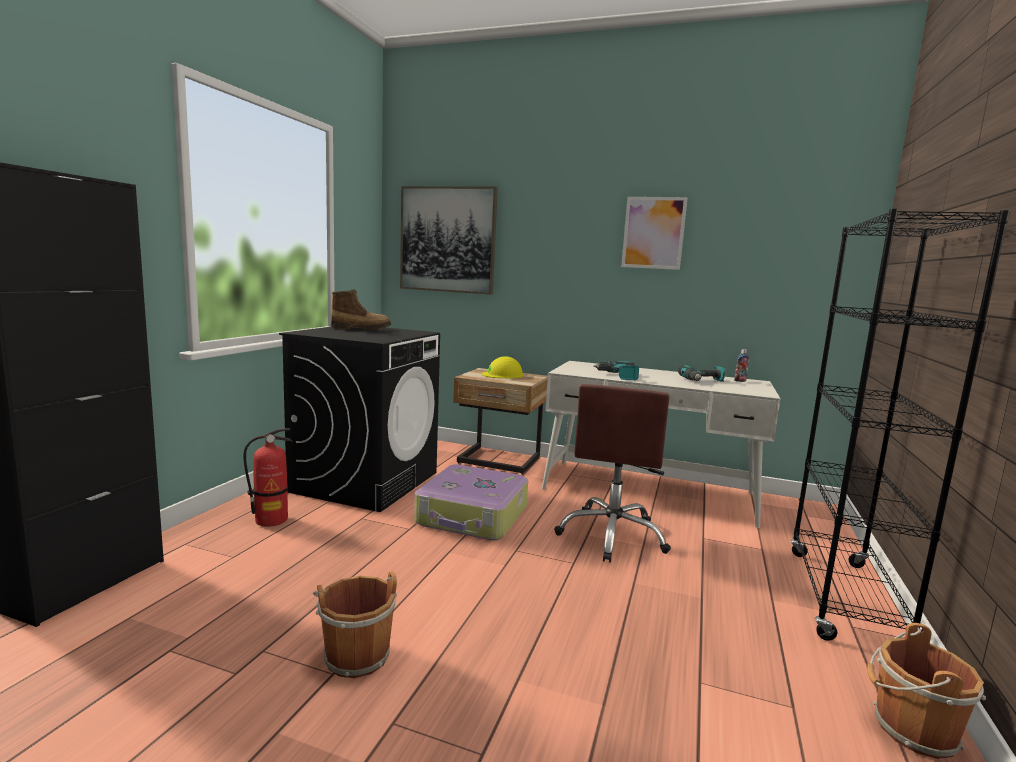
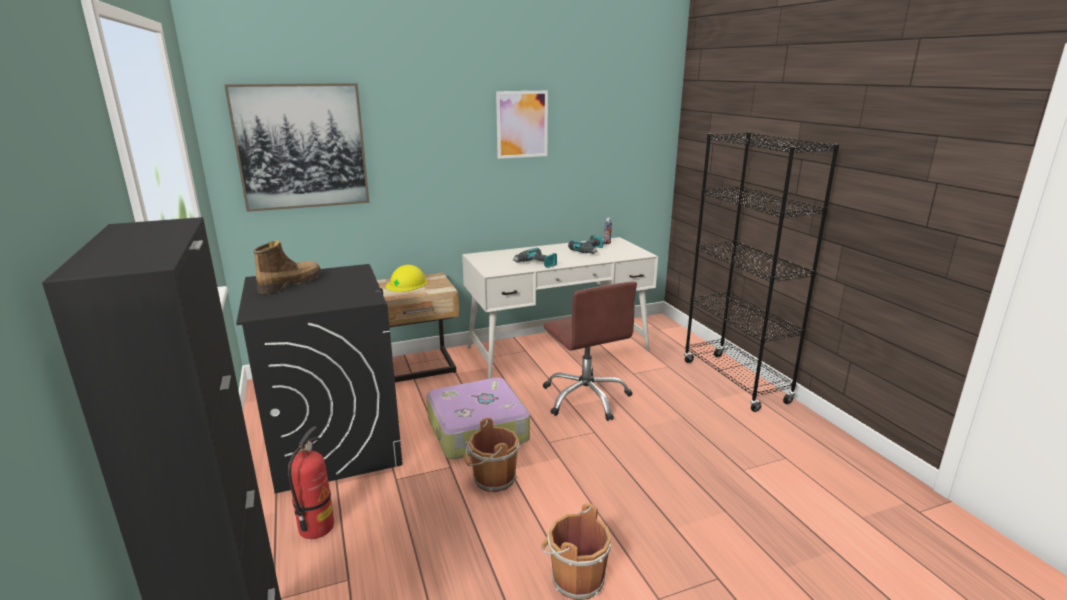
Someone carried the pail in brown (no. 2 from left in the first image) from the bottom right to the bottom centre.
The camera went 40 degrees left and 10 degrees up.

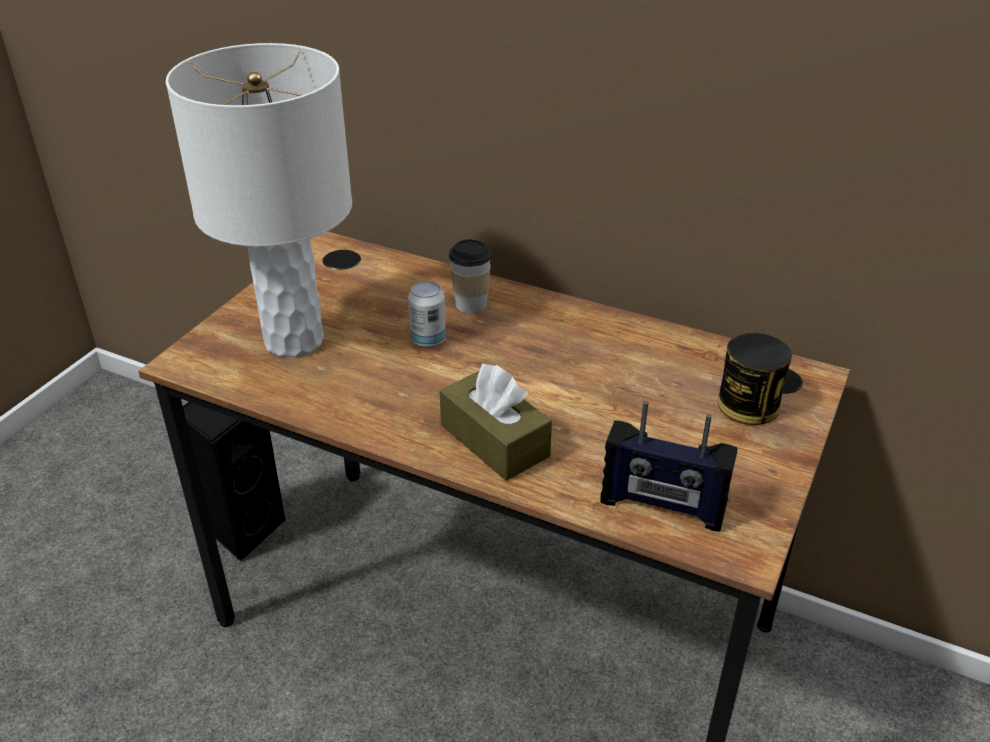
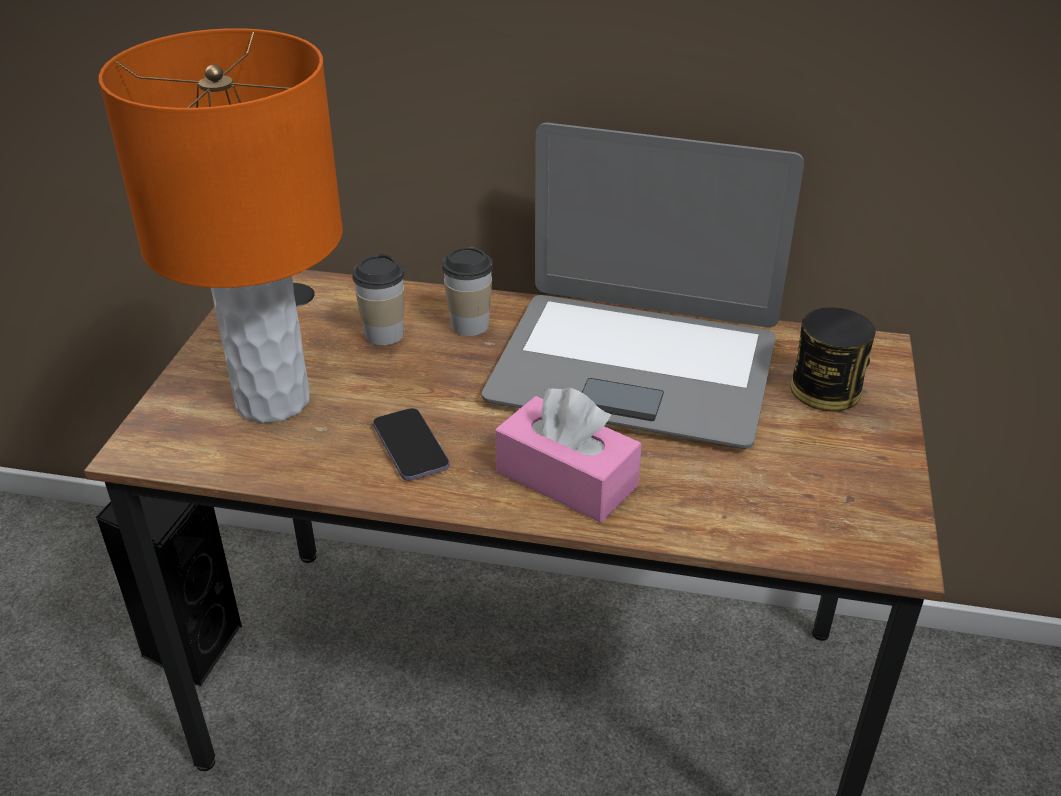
Someone took away the metal can (no. 1 from left) at the centre.
Someone took away the radio receiver at the middle right.
Someone put down the cup (no. 1 from left) at the centre.
Someone put down the phone at the centre.
Someone put down the notebook computer at the centre.
Someone repainted the table lamp in white at the top left, which became the table lamp in orangey at the top left.
Someone repainted the box of tissues in brown at the centre, which became the box of tissues in pinkish at the centre.
The camera went 15 degrees left and 0 degrees up.

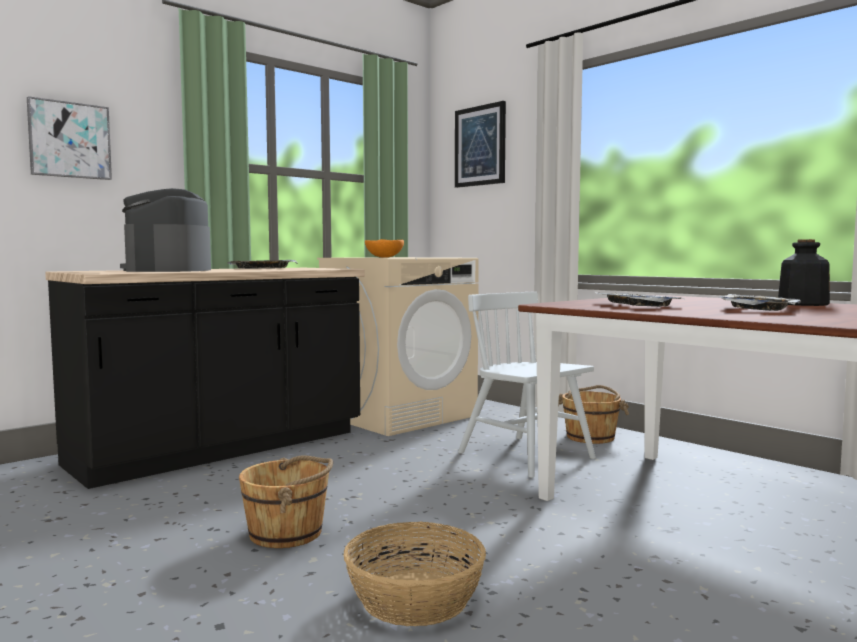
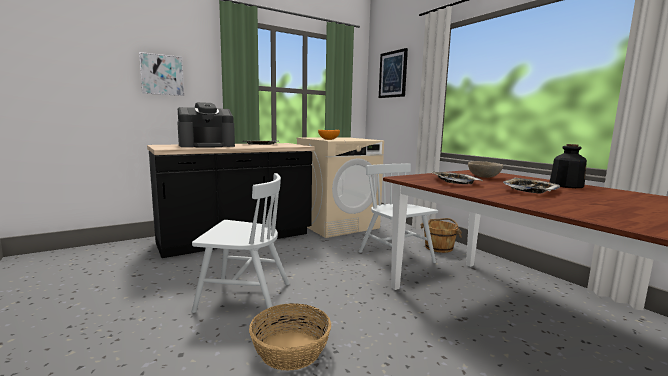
Someone put down the deep dish in sand-coloured at the middle right.
Someone swapped the pail in brown (no. 1 from left) at the bottom centre for the upright chair in white (no. 1 from left) at the centre.
Someone rotated the coffee machine at the middle left by 120 degrees counterclockwise.
The camera went 10 degrees right and 5 degrees up.

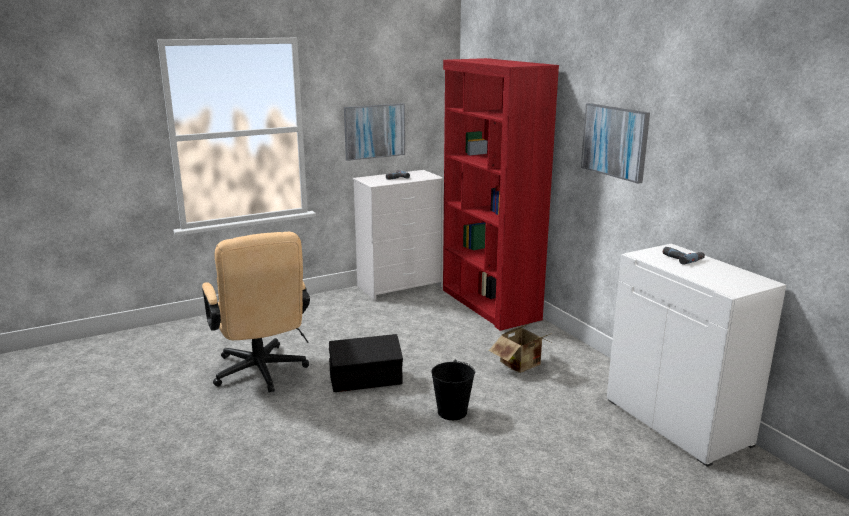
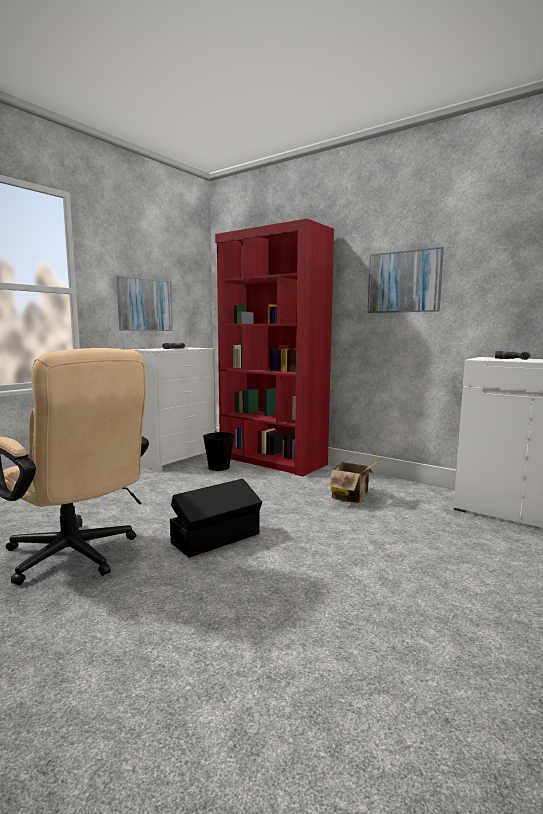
Someone carried the pail in black-coloured from the bottom centre to the centre.
The camera went 25 degrees left and 10 degrees down.

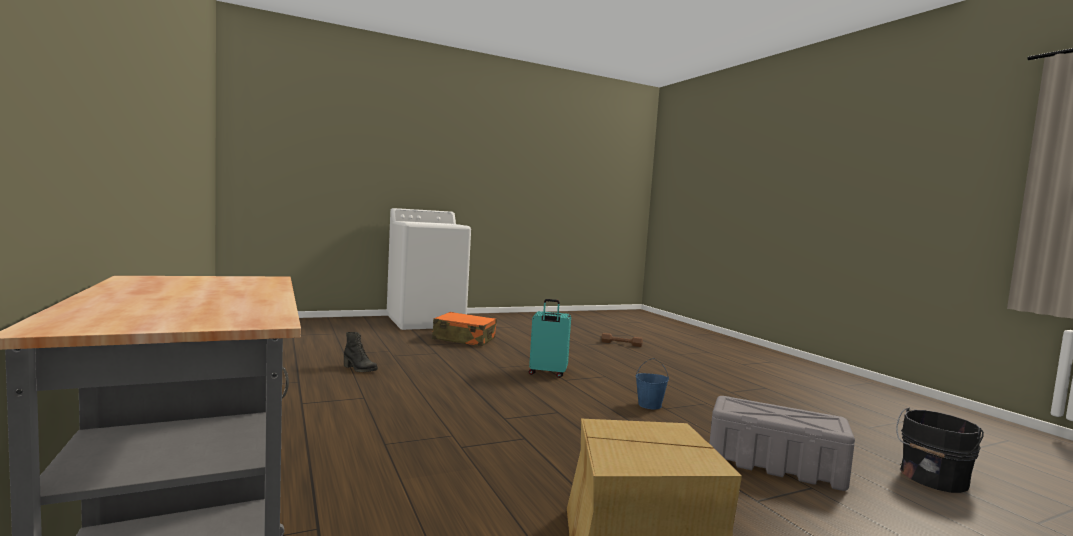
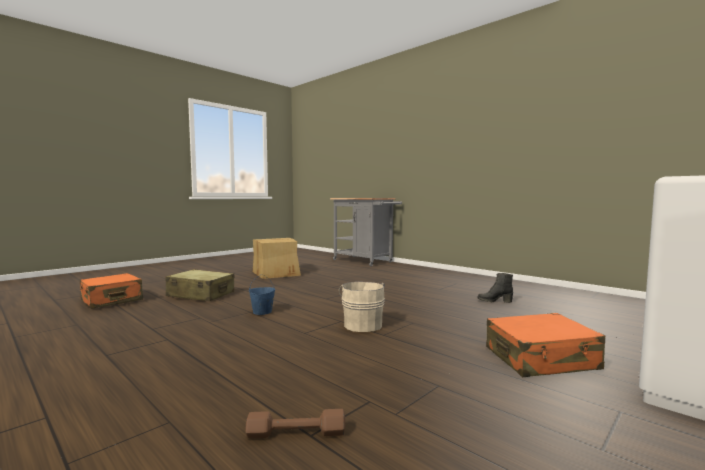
Someone swapped the piece of luggage in turquoise at the centre for the pail in sand-coloured at the centre.
Someone swapped the storage bin in gray at the bottom right for the piece of luggage in sand-coloured at the middle left.
Someone swapped the pail in black-coloured at the bottom right for the piece of luggage in orangey (no. 1 from left) at the middle left.
The camera went 160 degrees right and 0 degrees up.

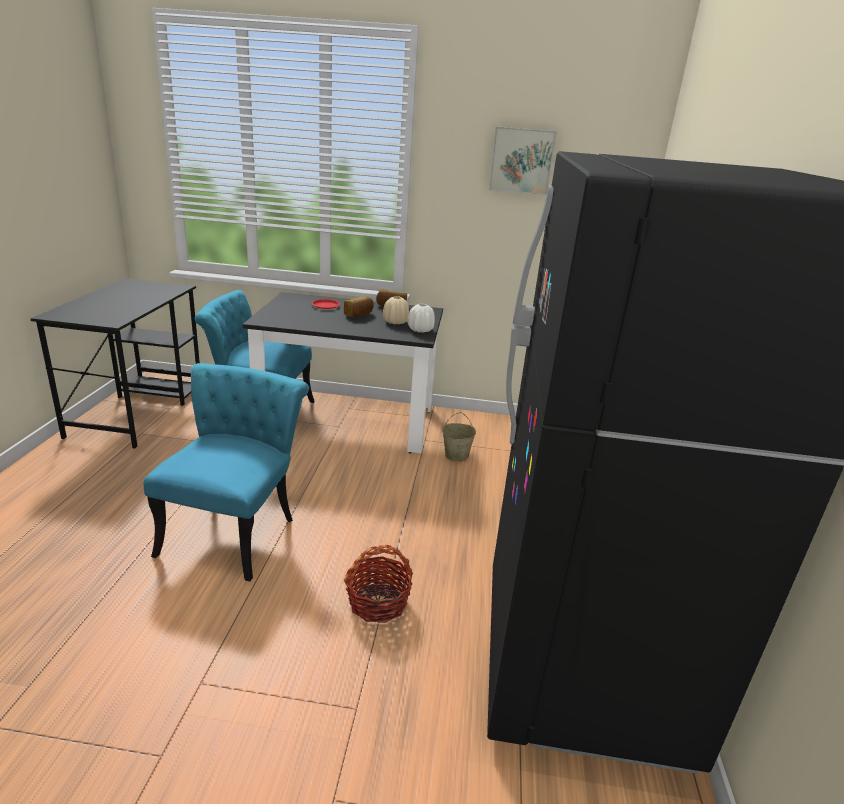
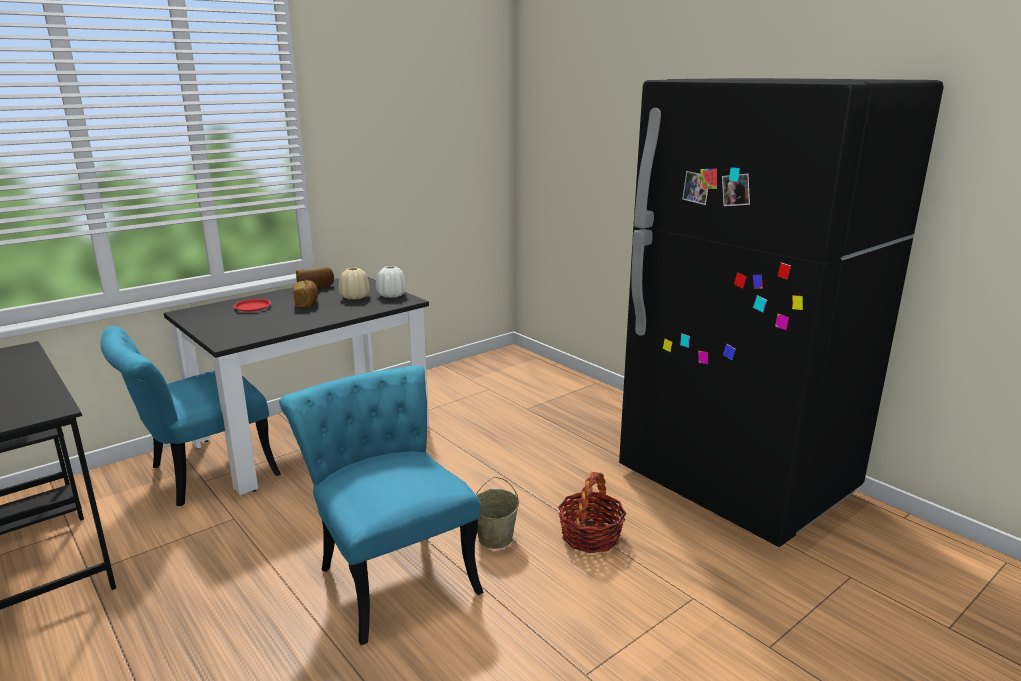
Someone took away the wall picture at the top centre.
Someone carried the pail in sand-coloured from the centre to the bottom centre.
The camera went 45 degrees left and 5 degrees down.

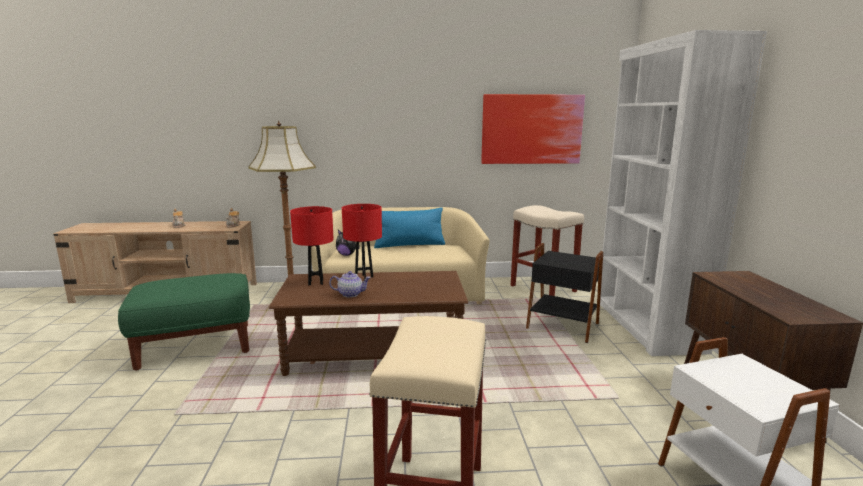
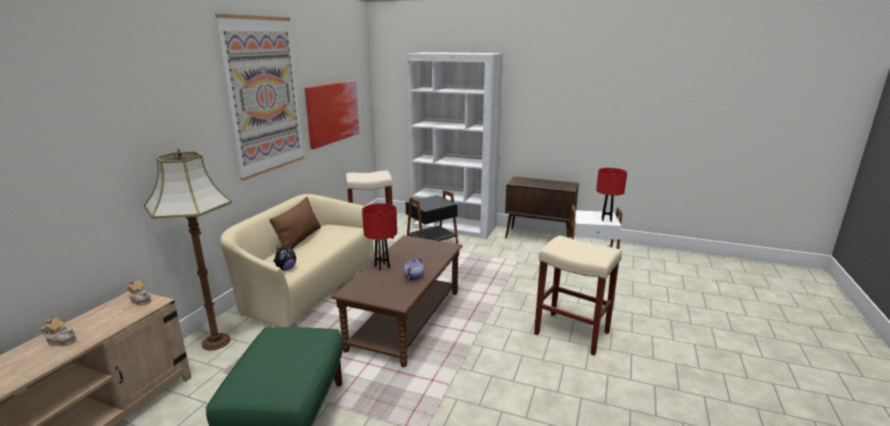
Someone put up the wall picture (no. 1 from left) at the top left.
Someone carried the table lamp in red-coloured (no. 1 from left in the first image) from the centre to the middle right.
Someone repainted the cushion in blue at the centre, which became the cushion in brown at the middle left.
The camera went 65 degrees left and 5 degrees up.

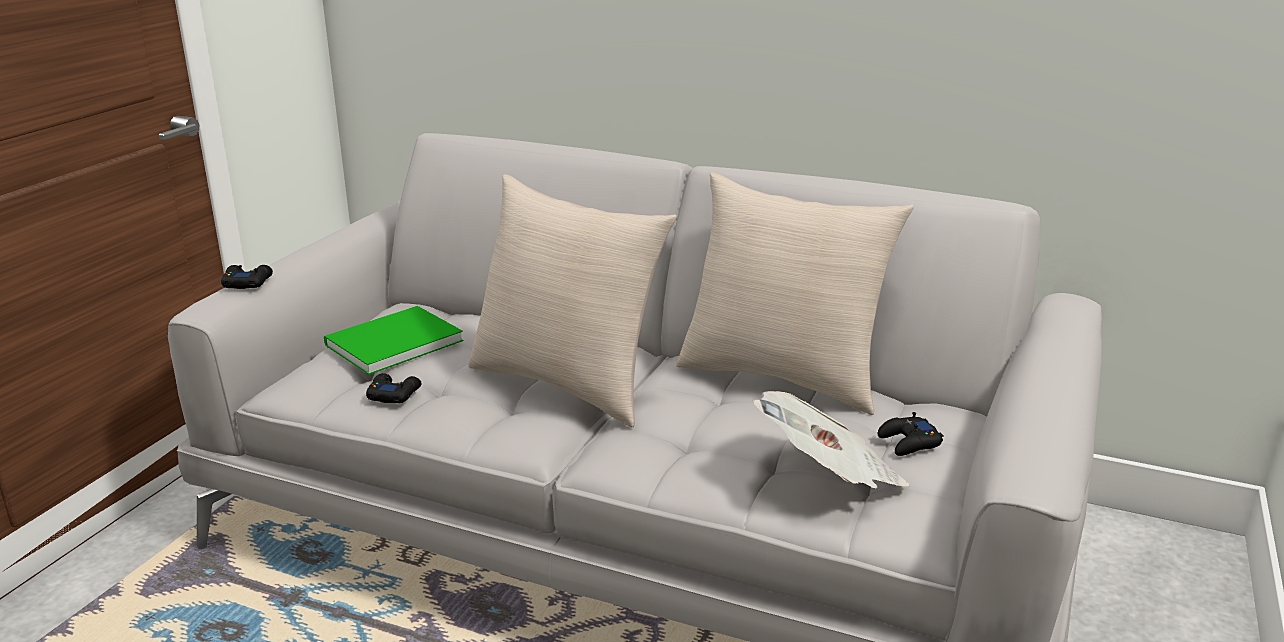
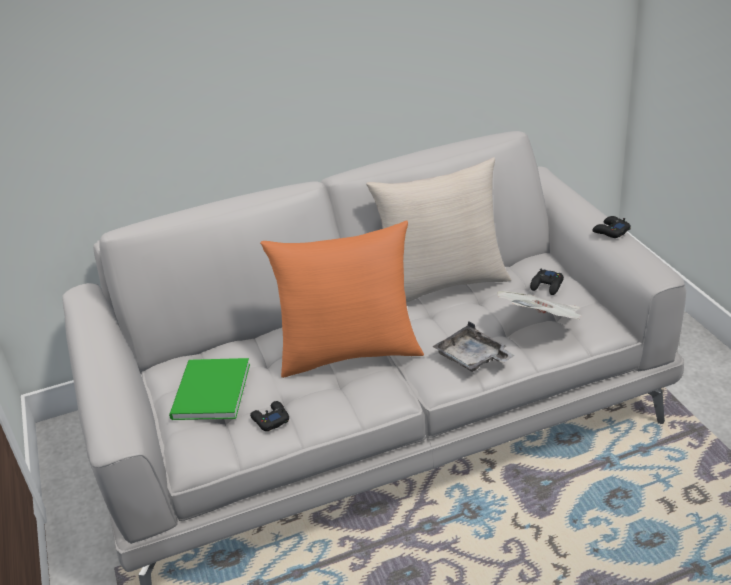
Someone put down the carrying tray in gray at the centre.
Someone carried the gamepad in black-coloured (no. 1 from left in the first image) from the middle left to the middle right.
Someone repainted the cushion in sand-coloured (no. 1 from left) at the centre, which became the cushion in orangey at the centre.
The camera went 40 degrees left and 10 degrees up.

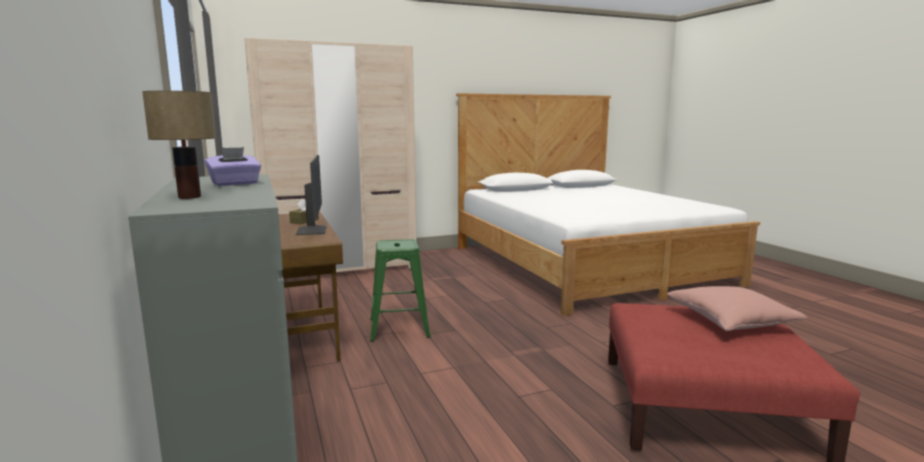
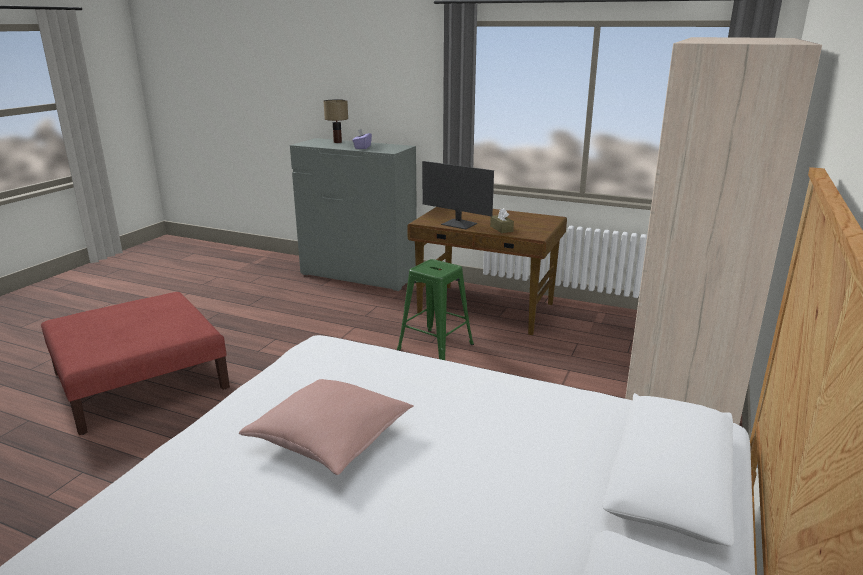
Someone carried the cushion in pinkish from the bottom right to the bottom centre.
The camera went 135 degrees right and 10 degrees up.

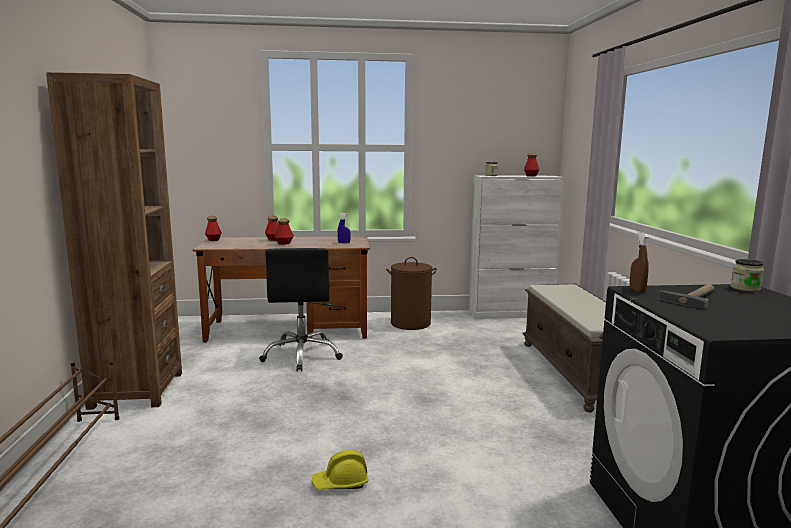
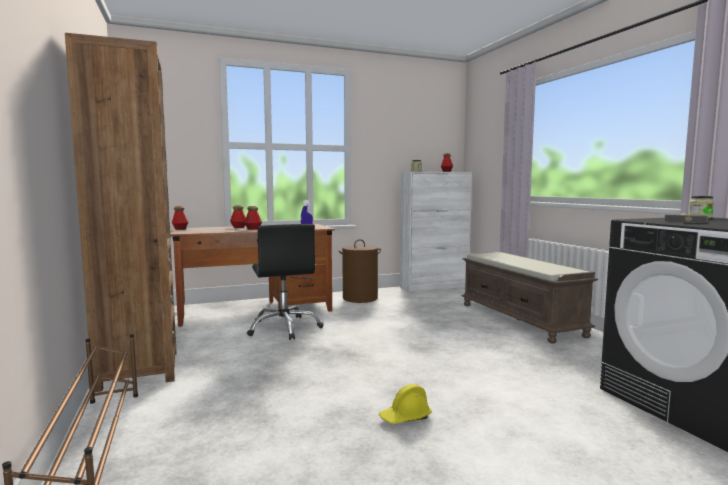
Someone took away the hand sprayer in brown at the middle right.
The camera went 15 degrees left and 5 degrees down.

